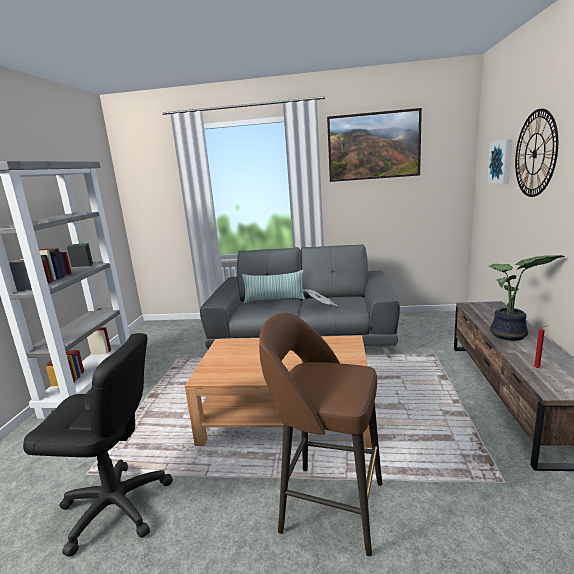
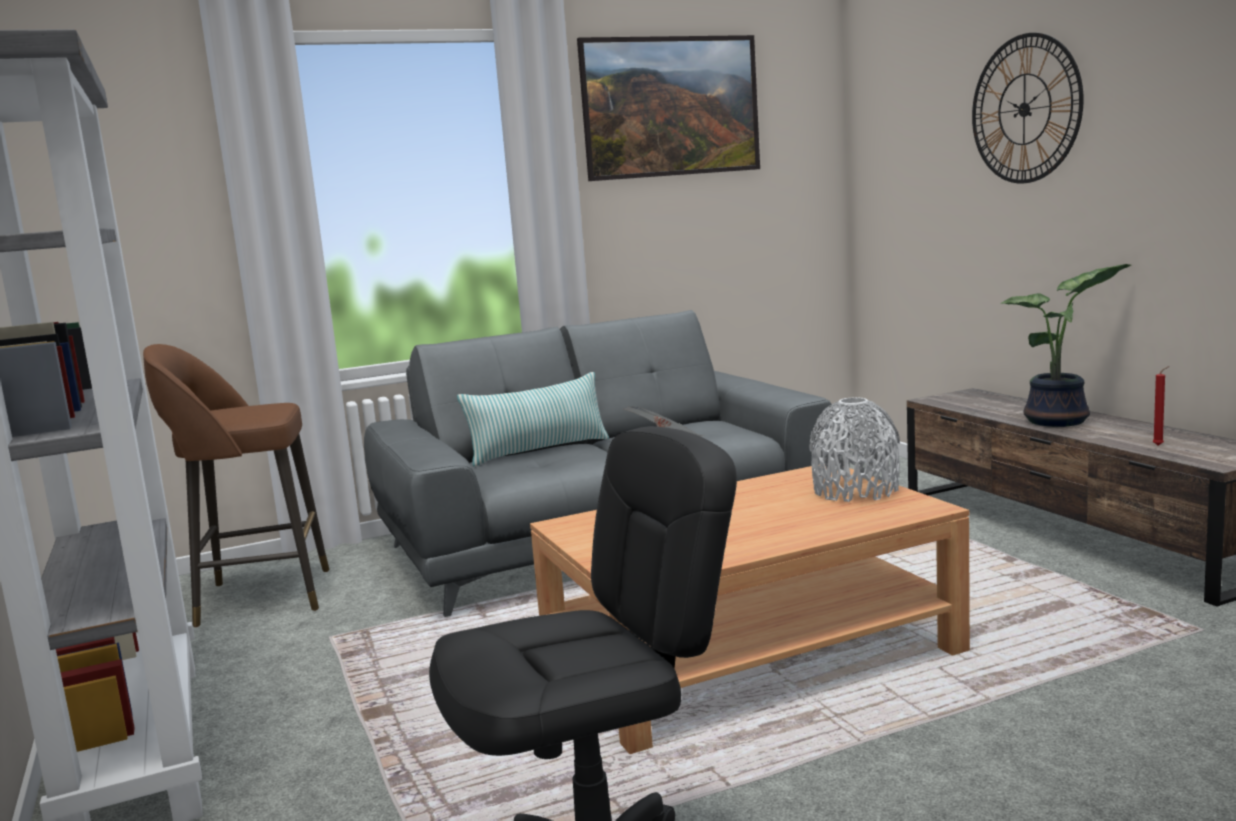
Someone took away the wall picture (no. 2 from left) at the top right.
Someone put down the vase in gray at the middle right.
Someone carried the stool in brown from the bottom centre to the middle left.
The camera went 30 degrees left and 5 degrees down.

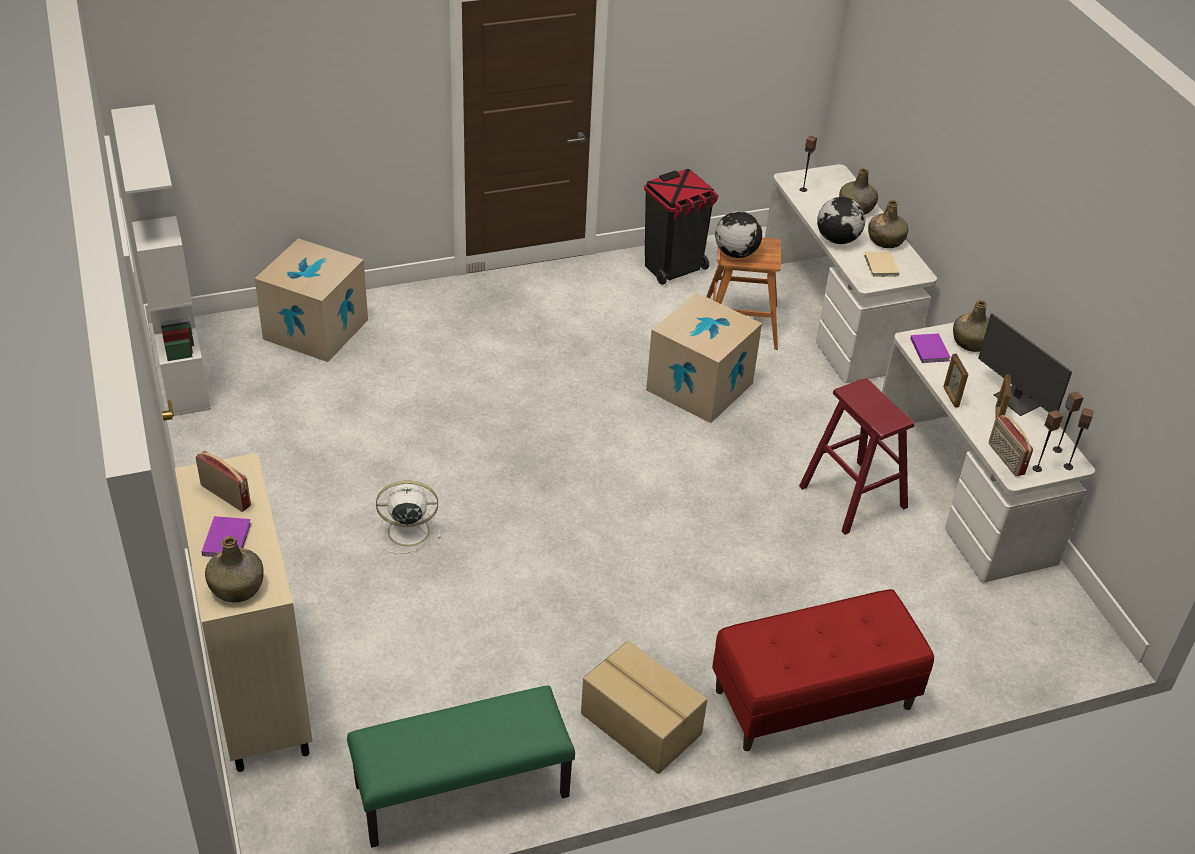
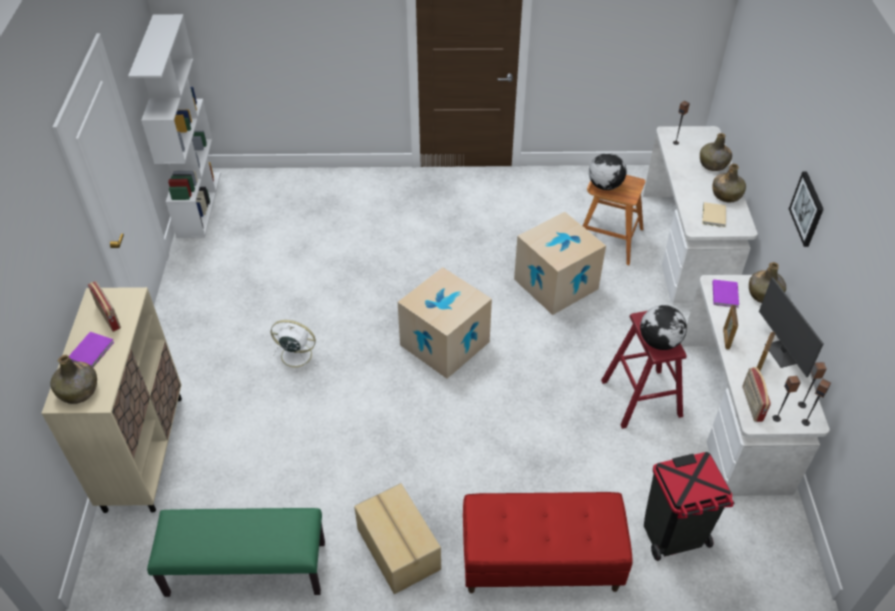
Someone put up the wall picture at the middle right.
Someone carried the cardboard box (no. 1 from left in the first image) from the middle left to the centre.
Someone carried the rubbish bin in black-coloured from the top centre to the bottom right.
Someone carried the globe (no. 2 from left) from the top right to the middle right.
The camera went 20 degrees right and 5 degrees up.

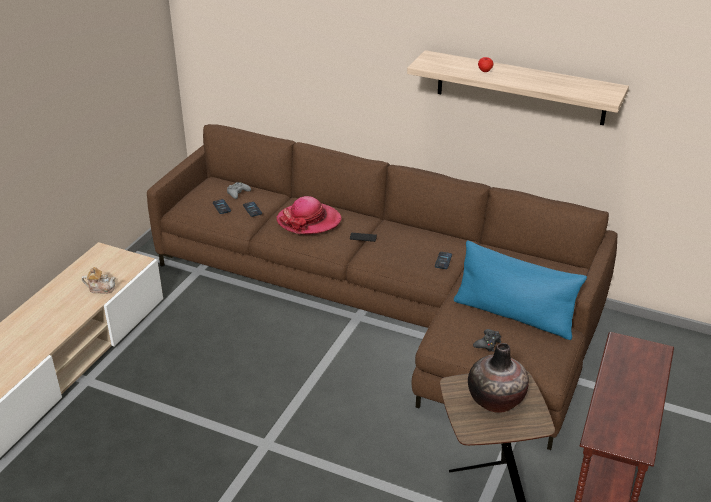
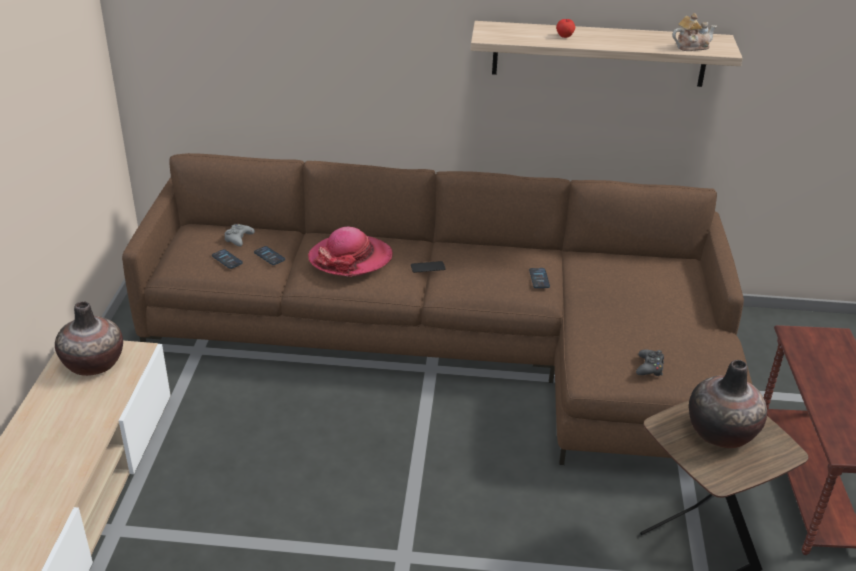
Someone took away the cushion in blue at the middle right.
Someone put down the vase (no. 1 from left) at the middle left.
Someone carried the pot for tea from the middle left to the top right.
The camera went 20 degrees left and 0 degrees up.

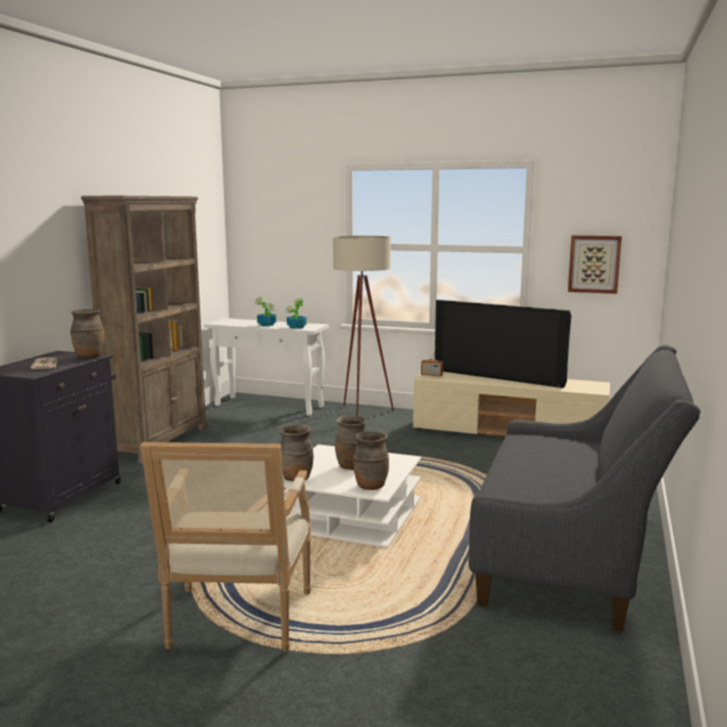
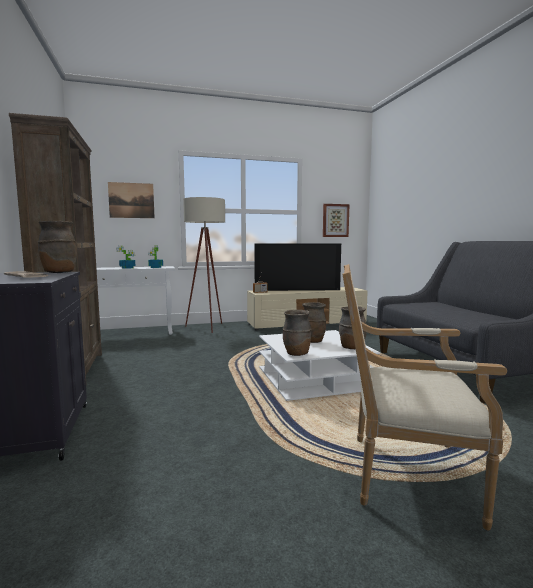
Someone put up the wall picture (no. 1 from left) at the middle left.
Someone rotated the armchair at the bottom left by 135 degrees clockwise.
The camera went 35 degrees left and 5 degrees down.

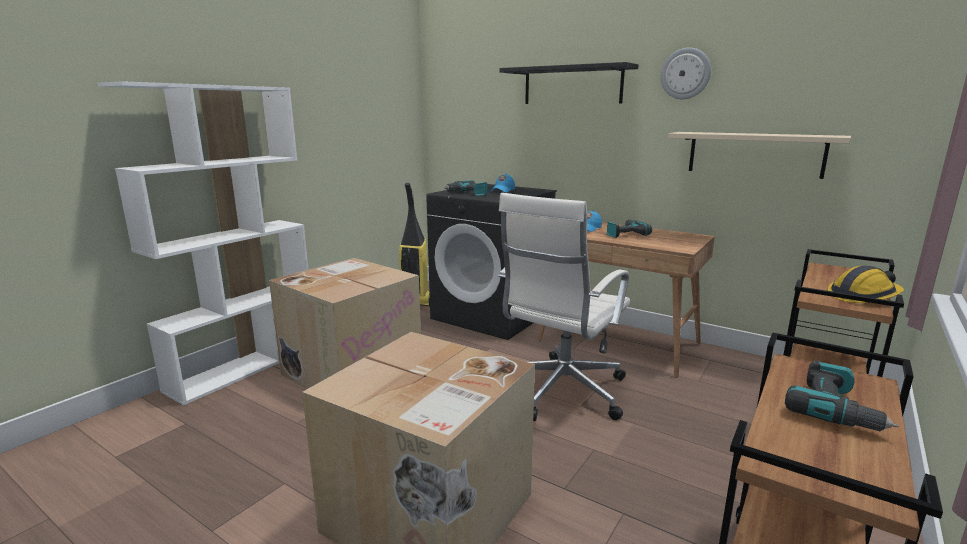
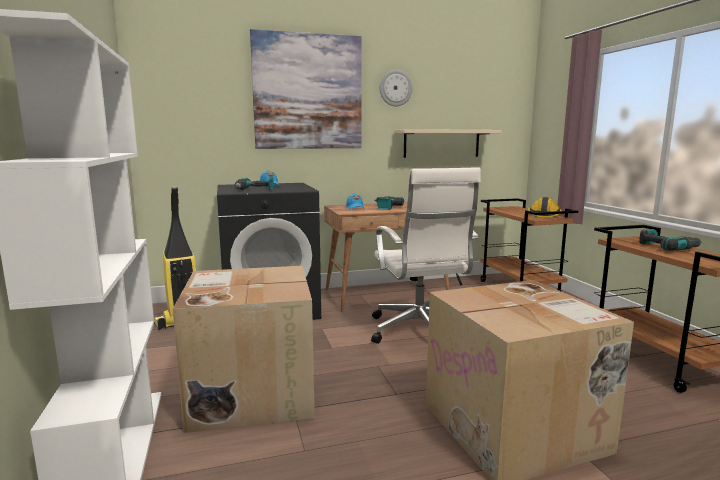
Someone swapped the wall shelf in black-coloured at the top centre for the wall picture at the top centre.
The camera went 50 degrees left and 5 degrees down.

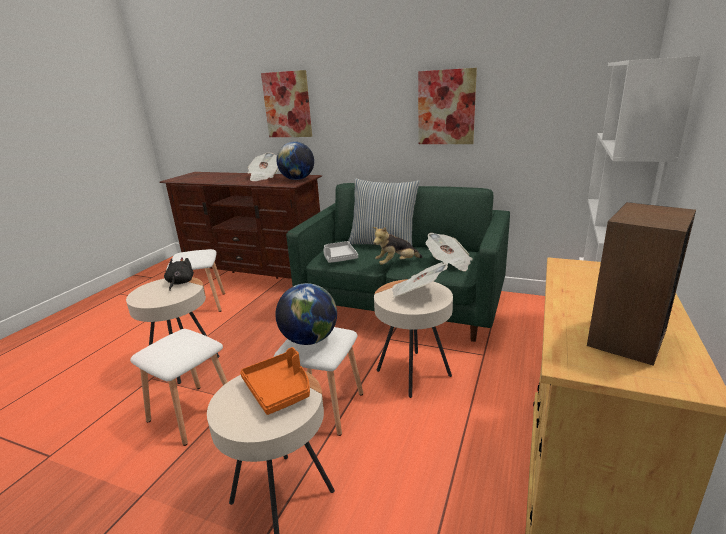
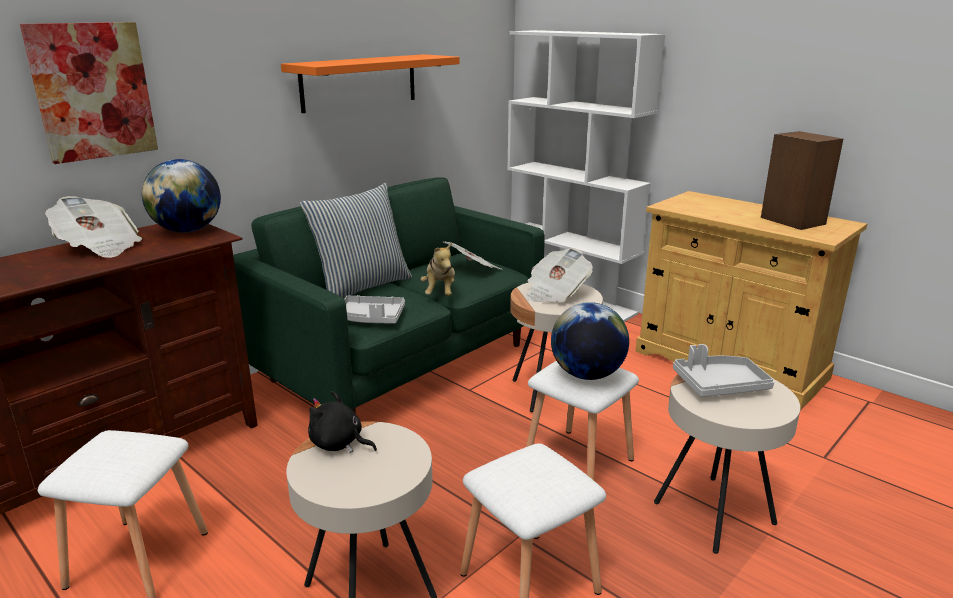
Someone swapped the wall picture (no. 2 from left) at the top centre for the wall shelf in orangey at the top centre.
Someone repainted the carrying tray in orangey at the bottom centre, which became the carrying tray in gray (no. 2 from left) at the middle right.
The camera went 70 degrees left and 0 degrees up.

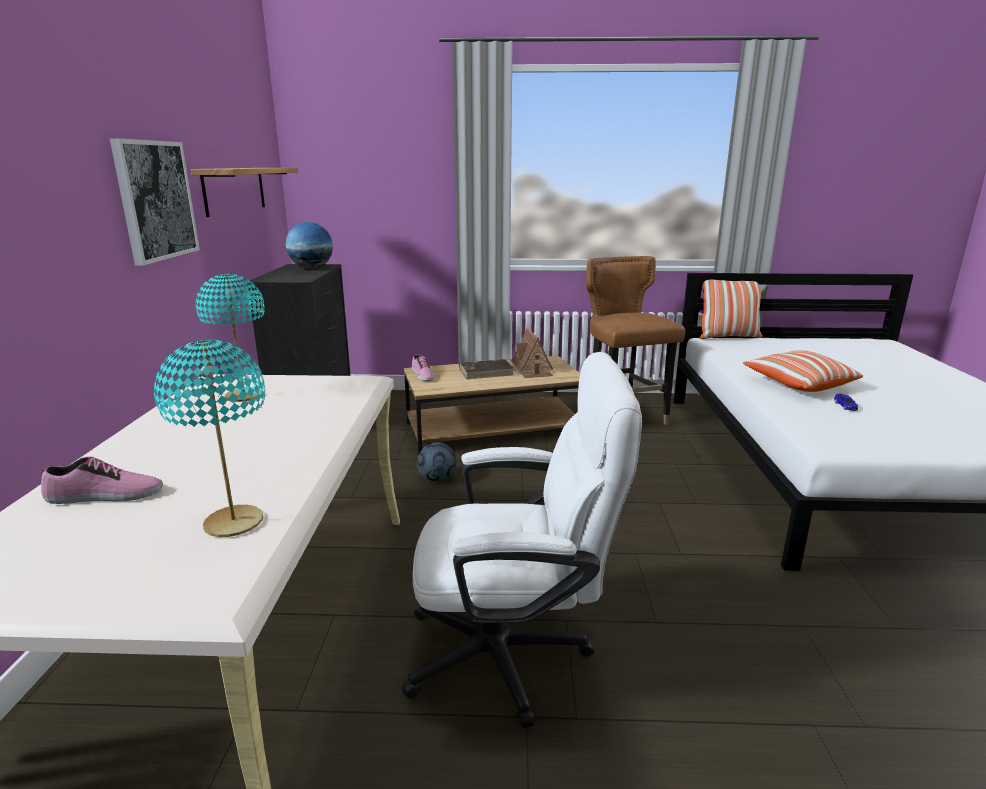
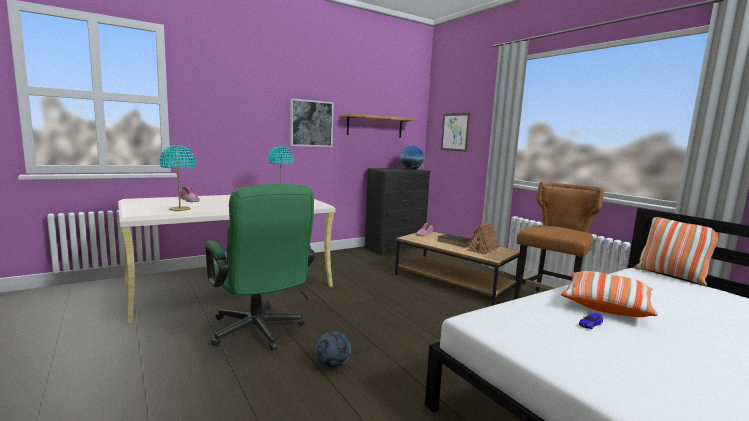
Someone put up the wall picture (no. 2 from left) at the top centre.
Someone carried the football ball from the centre to the bottom centre.
Someone repainted the office chair in white at the bottom centre, which became the office chair in greenish at the centre.
The camera went 55 degrees right and 10 degrees down.

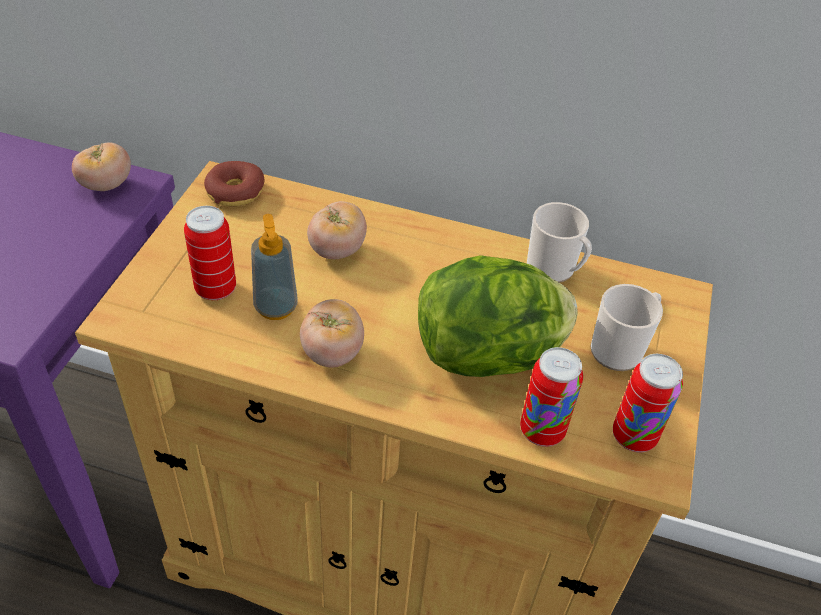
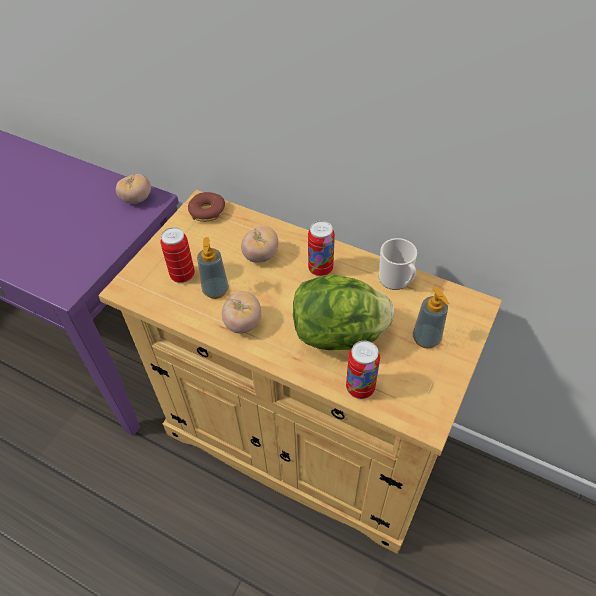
Someone carried the metal can (no. 3 from left in the first image) from the middle right to the centre.
Someone swapped the tea mug (no. 2 from left) at the middle right for the soap bottle (no. 2 from left) at the middle right.
The camera went 15 degrees right and 5 degrees up.

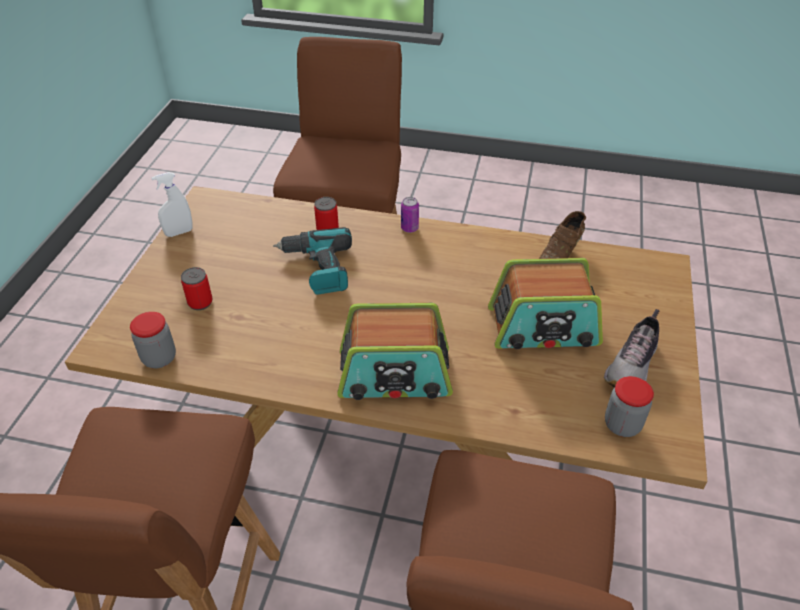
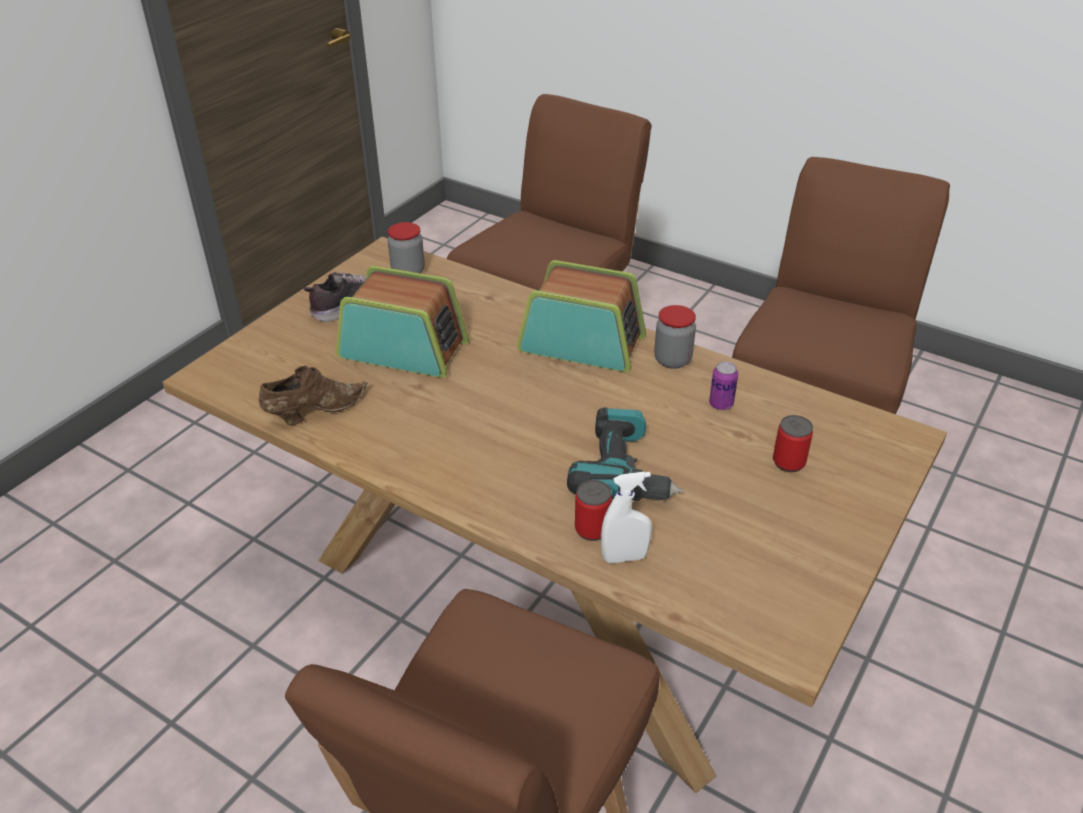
Someone carried the storage jar (no. 1 from left in the first image) from the middle left to the centre.
Someone carried the hand sprayer in white from the middle left to the centre.
Someone carried the metal can (no. 3 from left in the first image) from the centre to the middle right.
The camera went 160 degrees left and 5 degrees down.

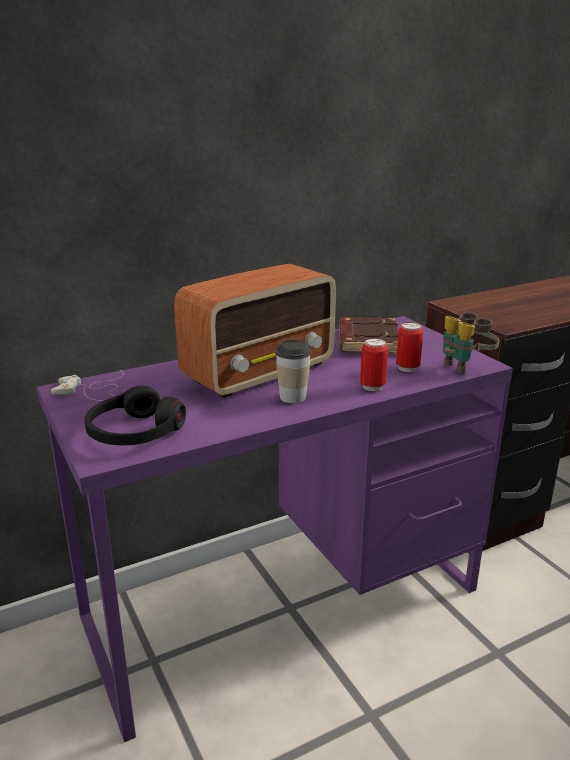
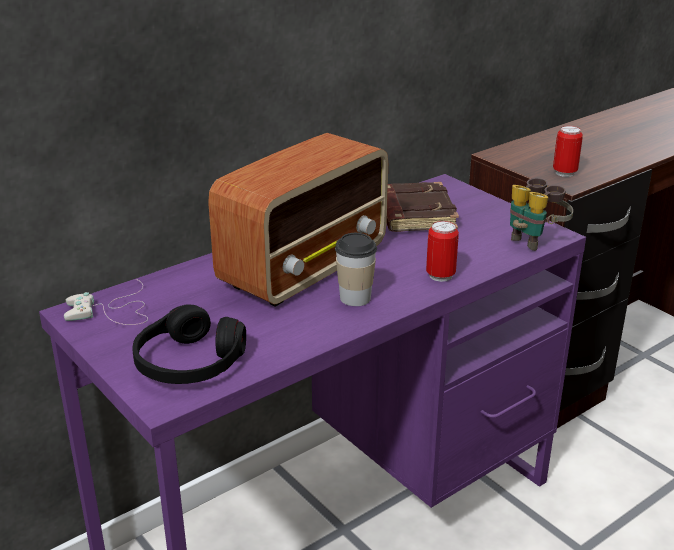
Someone carried the metal can (no. 2 from left) from the middle right to the top right.
The camera went 10 degrees left and 5 degrees up.

